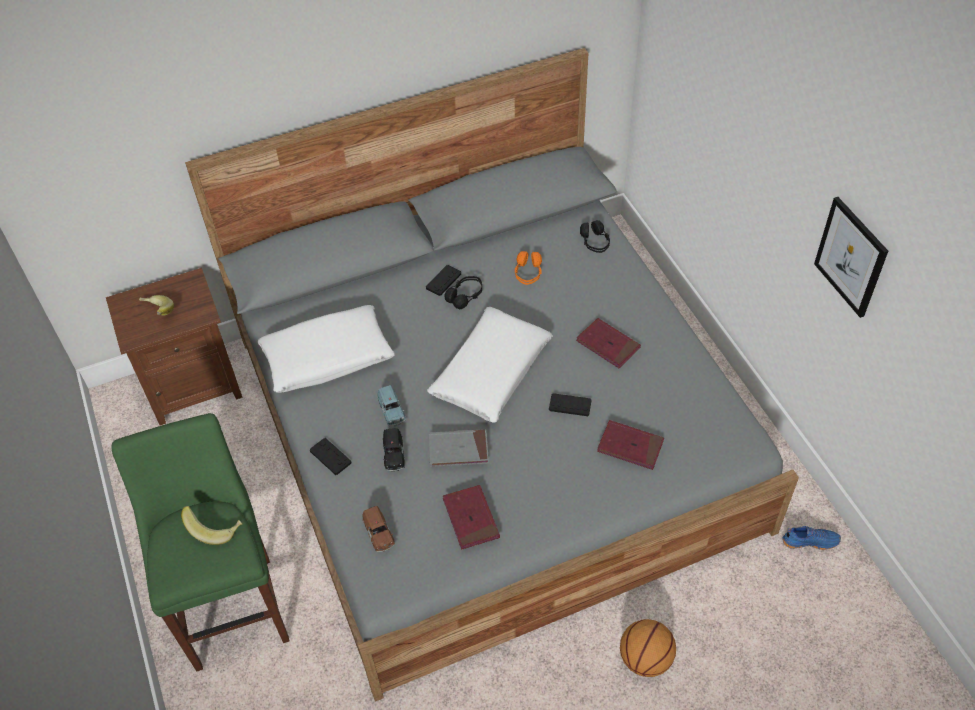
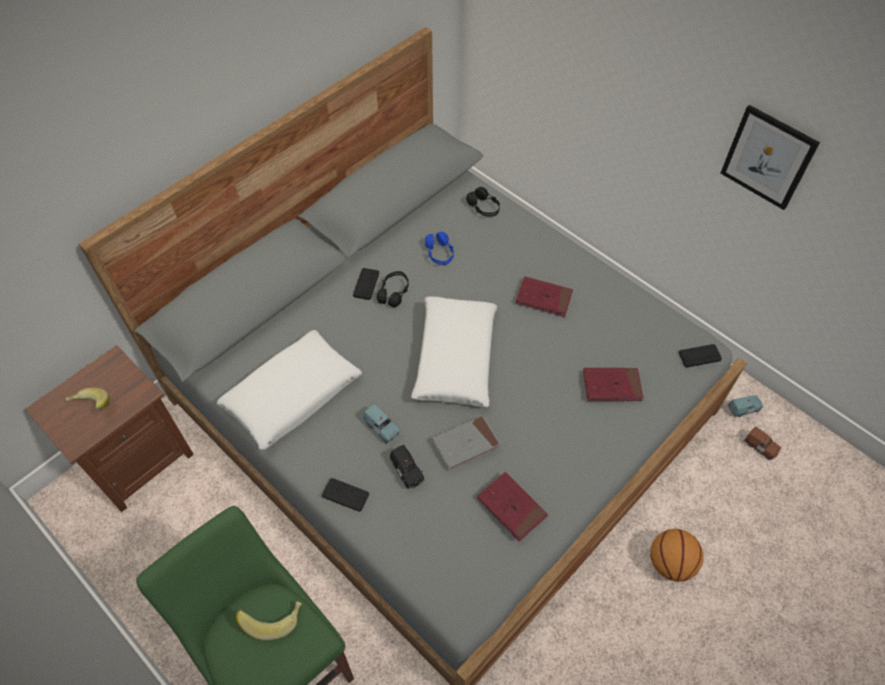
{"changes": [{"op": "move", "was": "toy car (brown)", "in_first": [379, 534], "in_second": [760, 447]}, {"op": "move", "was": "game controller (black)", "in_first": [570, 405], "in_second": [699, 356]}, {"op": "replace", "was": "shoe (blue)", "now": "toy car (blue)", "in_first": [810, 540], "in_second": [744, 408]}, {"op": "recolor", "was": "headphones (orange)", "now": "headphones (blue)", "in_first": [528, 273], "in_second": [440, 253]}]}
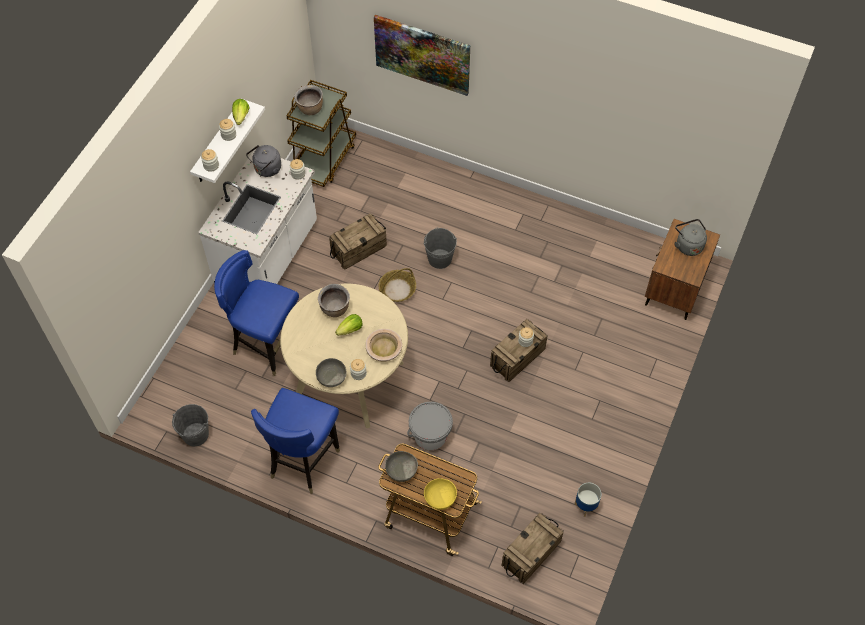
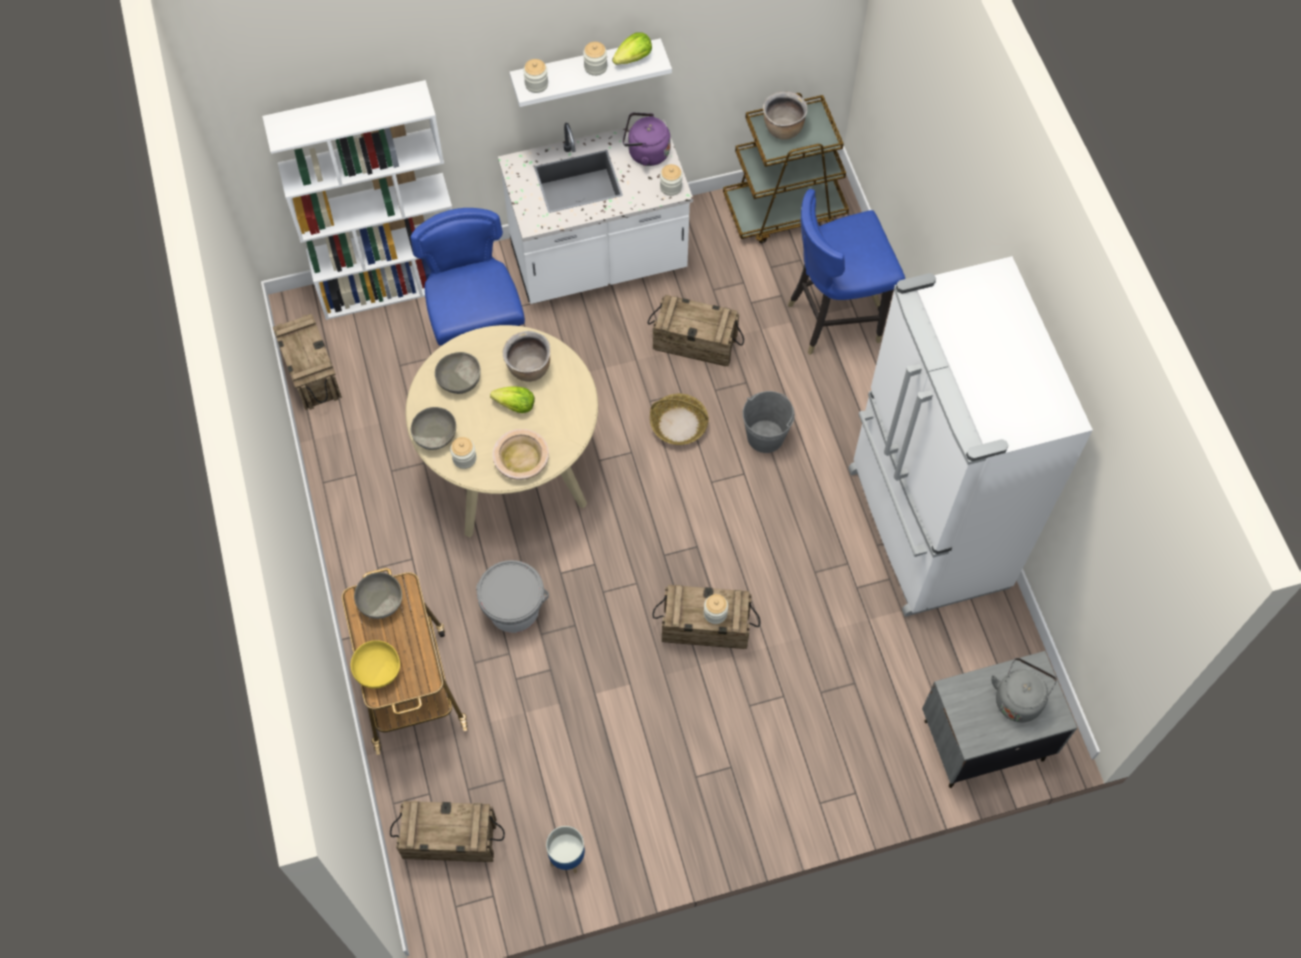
{"changes": [{"op": "delete", "was": "picture", "in_first": [422, 54]}, {"op": "insert", "now": "bookcase (white)", "in_second": [393, 286]}, {"op": "insert", "now": "bowl (grey)", "in_second": [459, 379]}, {"op": "insert", "now": "fridge (white)", "in_second": [925, 529]}, {"op": "move", "was": "chair (blue)", "in_first": [303, 461], "in_second": [834, 318]}, {"op": "replace", "was": "bucket (grey)", "now": "crate", "in_first": [195, 434], "in_second": [311, 373]}, {"op": "recolor", "was": "kettle (grey)", "now": "kettle (purple)", "in_first": [266, 169], "in_second": [646, 153]}, {"op": "recolor", "was": "nightstand (brown)", "now": "nightstand (grey)", "in_first": [673, 290], "in_second": [982, 740]}]}
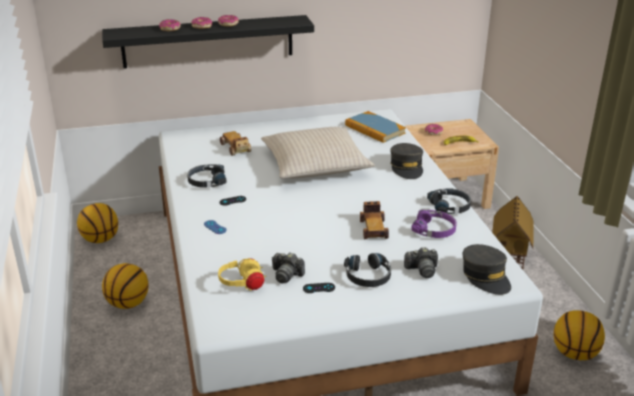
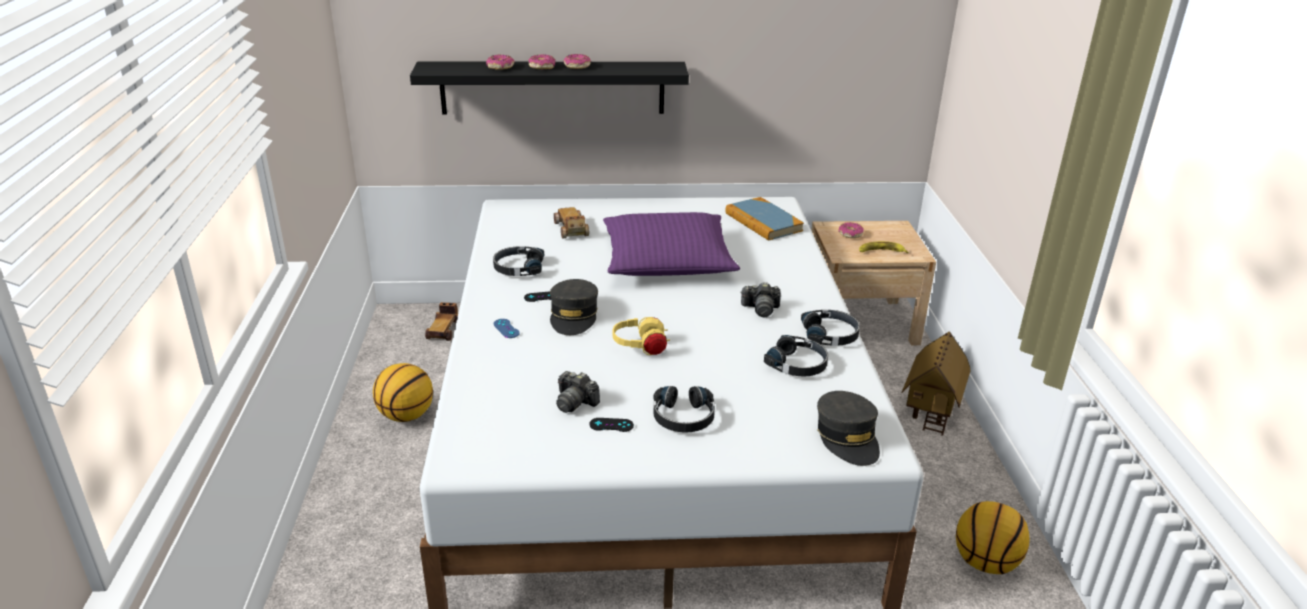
{"changes": [{"op": "delete", "was": "basketball", "in_first": [100, 239]}, {"op": "move", "was": "headphones (yellow)", "in_first": [242, 284], "in_second": [640, 348]}, {"op": "move", "was": "toy car", "in_first": [373, 229], "in_second": [444, 330]}, {"op": "move", "was": "cap (grey)", "in_first": [407, 167], "in_second": [574, 316]}, {"op": "move", "was": "photo camera", "in_first": [422, 270], "in_second": [760, 309]}, {"op": "recolor", "was": "pillow (beige)", "now": "pillow (purple)", "in_first": [315, 164], "in_second": [667, 260]}, {"op": "recolor", "was": "headphones (purple)", "now": "headphones (black)", "in_first": [434, 230], "in_second": [797, 364]}]}
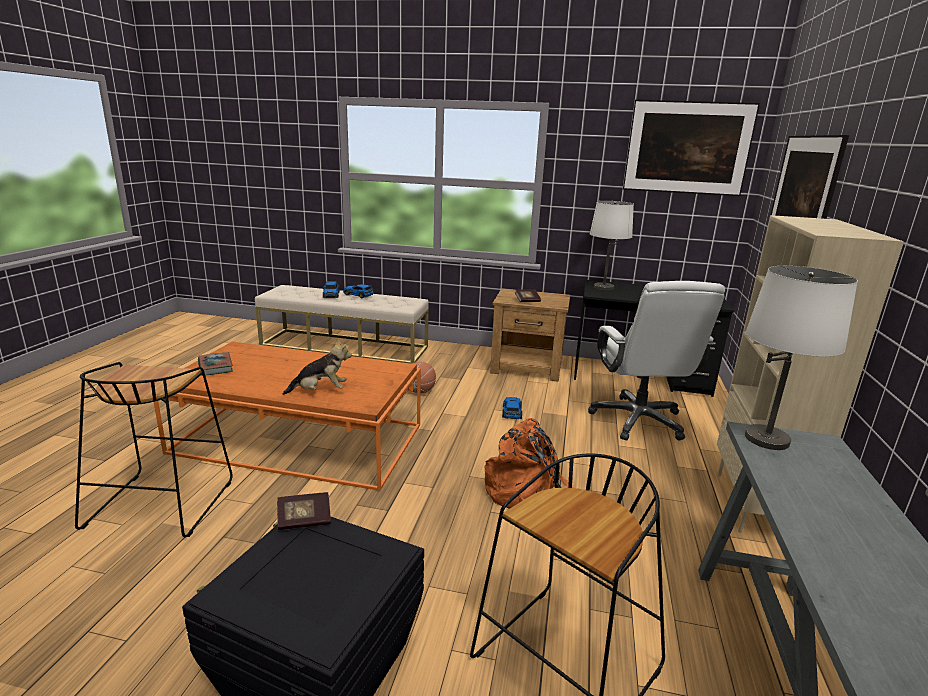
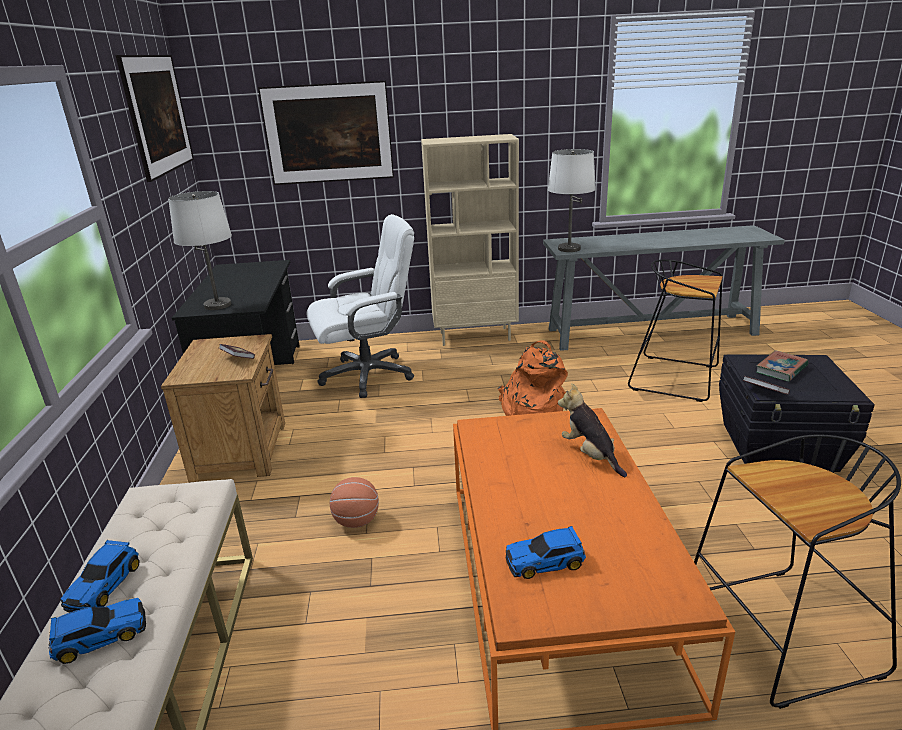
{"changes": [{"op": "move", "was": "book", "in_first": [215, 367], "in_second": [781, 369]}, {"op": "move", "was": "toy car", "in_first": [511, 412], "in_second": [546, 561]}]}
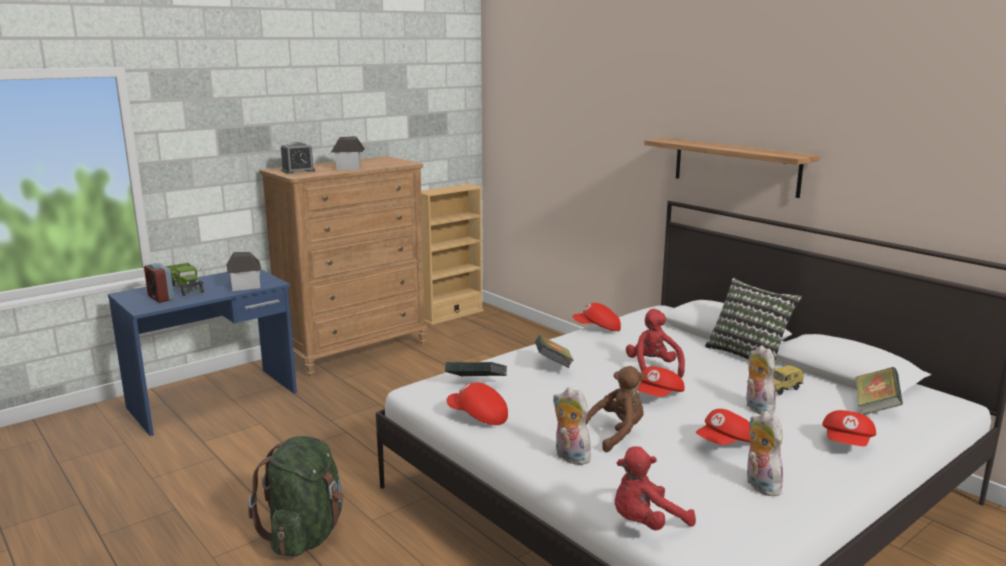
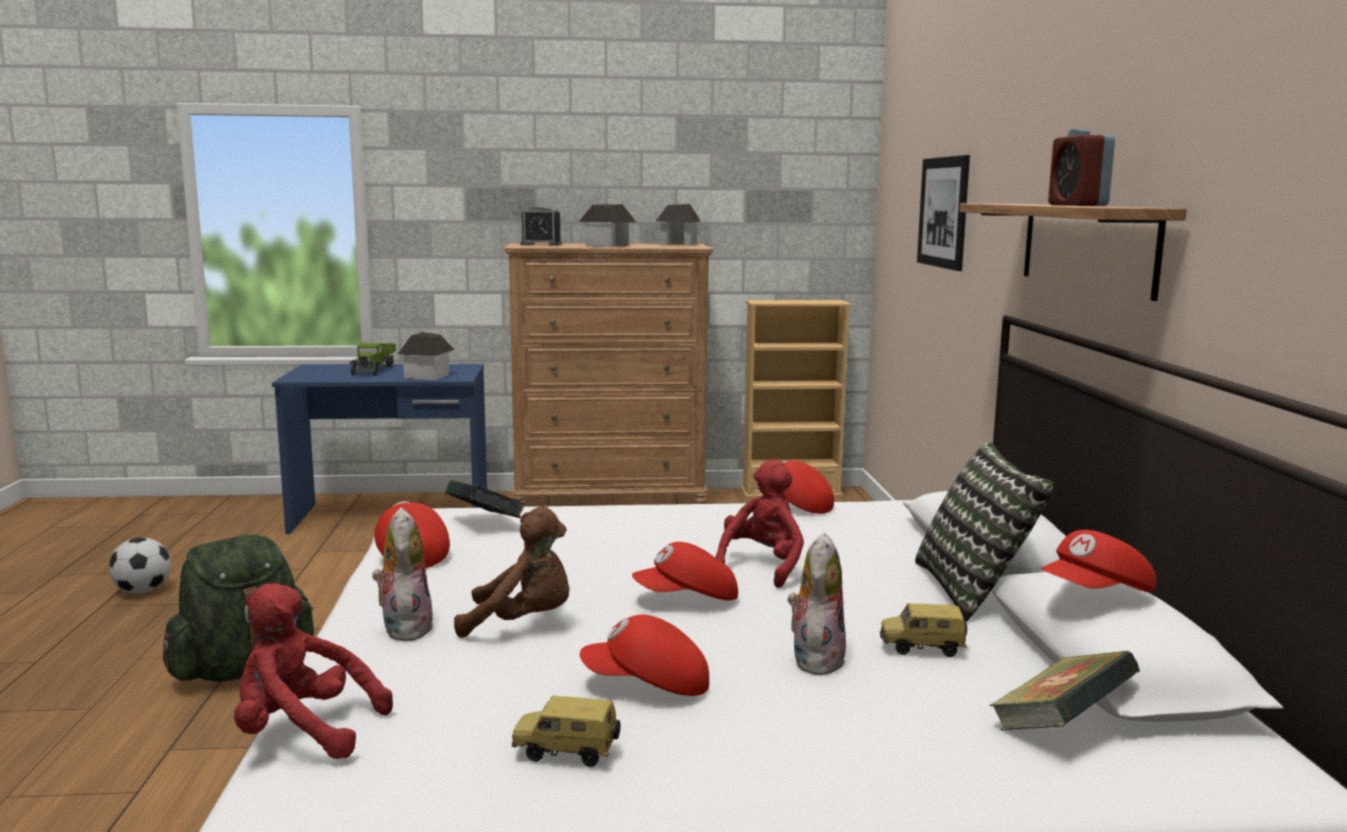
{"changes": [{"op": "delete", "was": "book", "in_first": [553, 366]}, {"op": "insert", "now": "football", "in_second": [143, 591]}, {"op": "insert", "now": "toy house", "in_second": [678, 244]}, {"op": "insert", "now": "picture", "in_second": [943, 212]}, {"op": "move", "was": "alarm clock", "in_first": [161, 298], "in_second": [1077, 205]}, {"op": "move", "was": "cap (red)", "in_first": [847, 444], "in_second": [1097, 595]}, {"op": "replace", "was": "plush toy", "now": "toy car", "in_first": [759, 485], "in_second": [565, 754]}]}
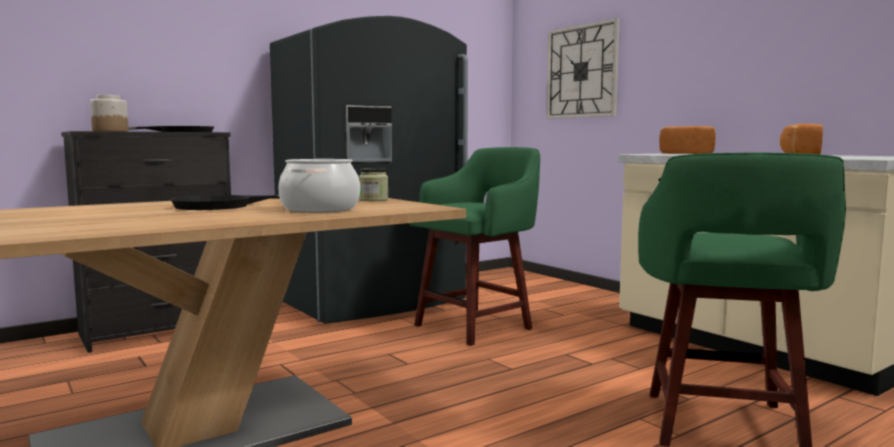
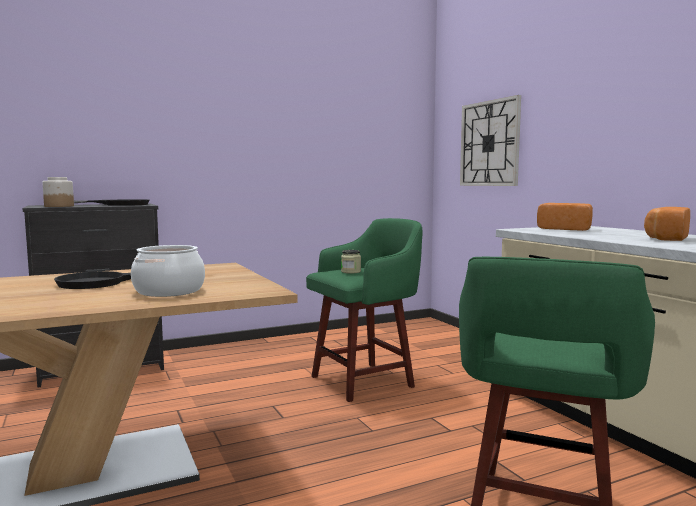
{"changes": [{"op": "delete", "was": "fridge (grey)", "in_first": [374, 302]}, {"op": "move", "was": "jar", "in_first": [373, 200], "in_second": [351, 272]}]}
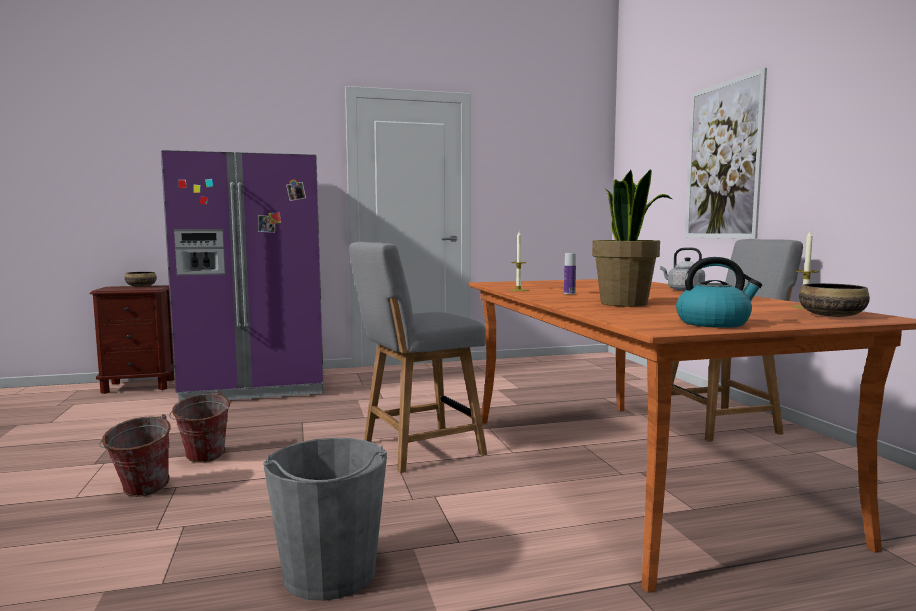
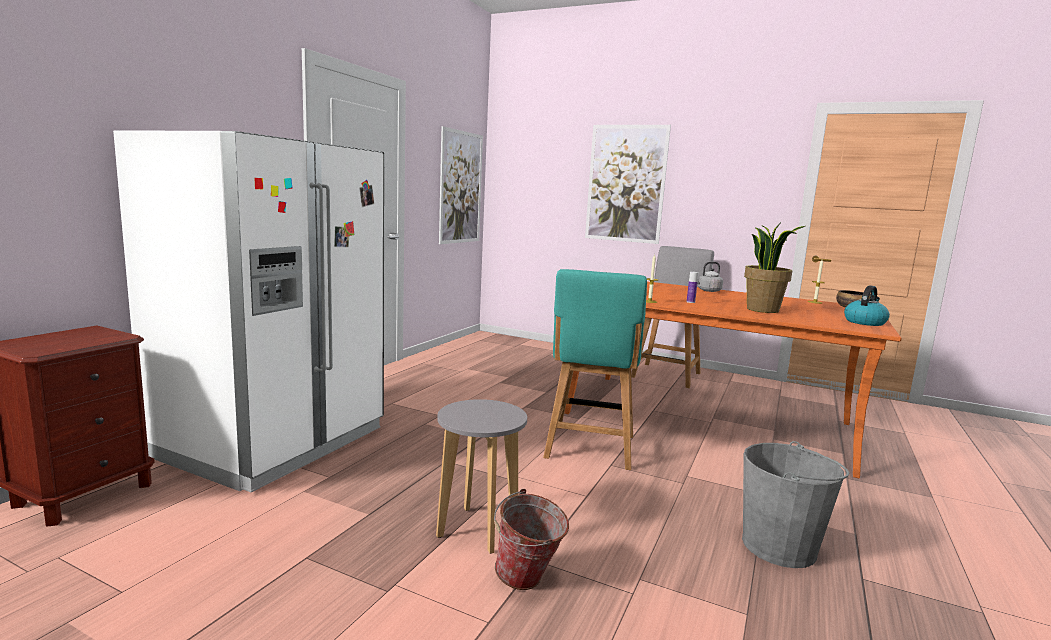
{"changes": [{"op": "delete", "was": "bowl", "in_first": [141, 286]}, {"op": "insert", "now": "picture", "in_second": [460, 187]}, {"op": "replace", "was": "bucket", "now": "stool (grey)", "in_first": [202, 459], "in_second": [477, 530]}, {"op": "recolor", "was": "fridge (purple)", "now": "fridge (white)", "in_first": [256, 386], "in_second": [272, 442]}, {"op": "recolor", "was": "chair (grey)", "now": "chair (turquoise)", "in_first": [417, 449], "in_second": [589, 449]}]}
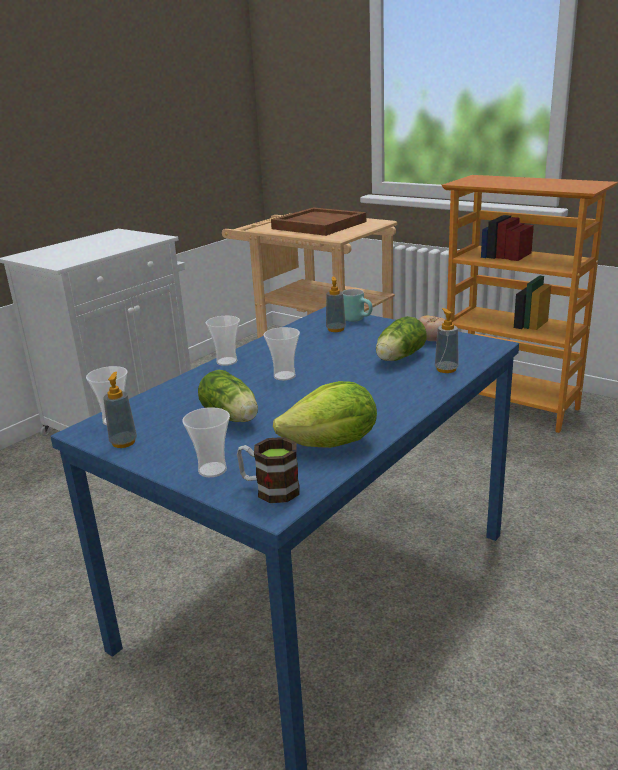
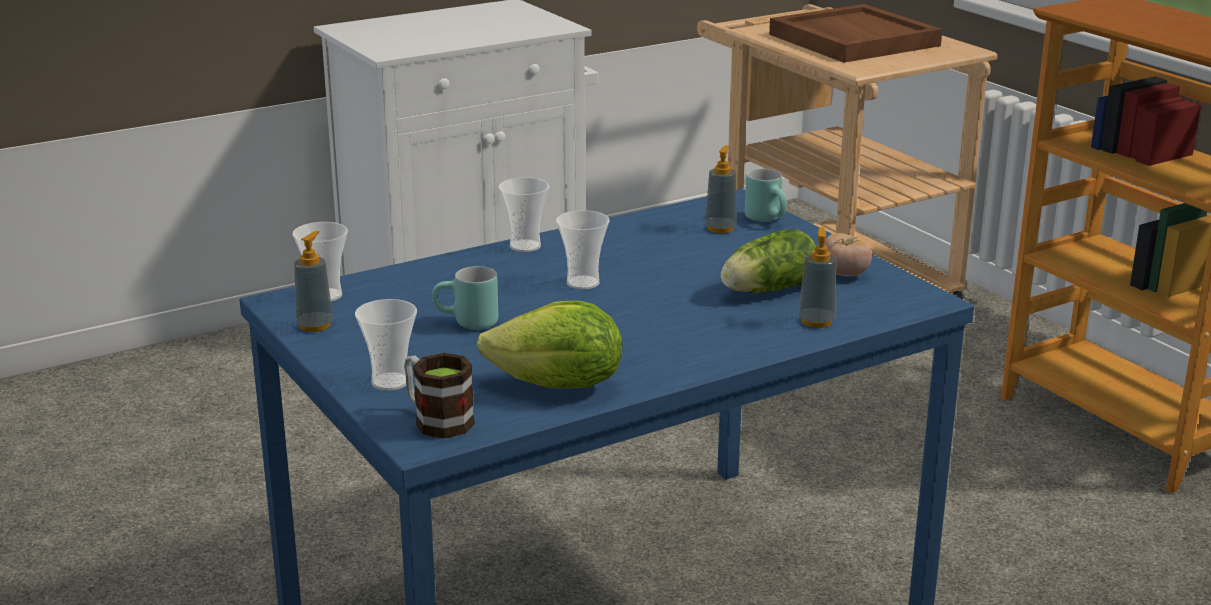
{"changes": [{"op": "replace", "was": "lettuce", "now": "mug (turquoise)", "in_first": [232, 418], "in_second": [467, 324]}]}
